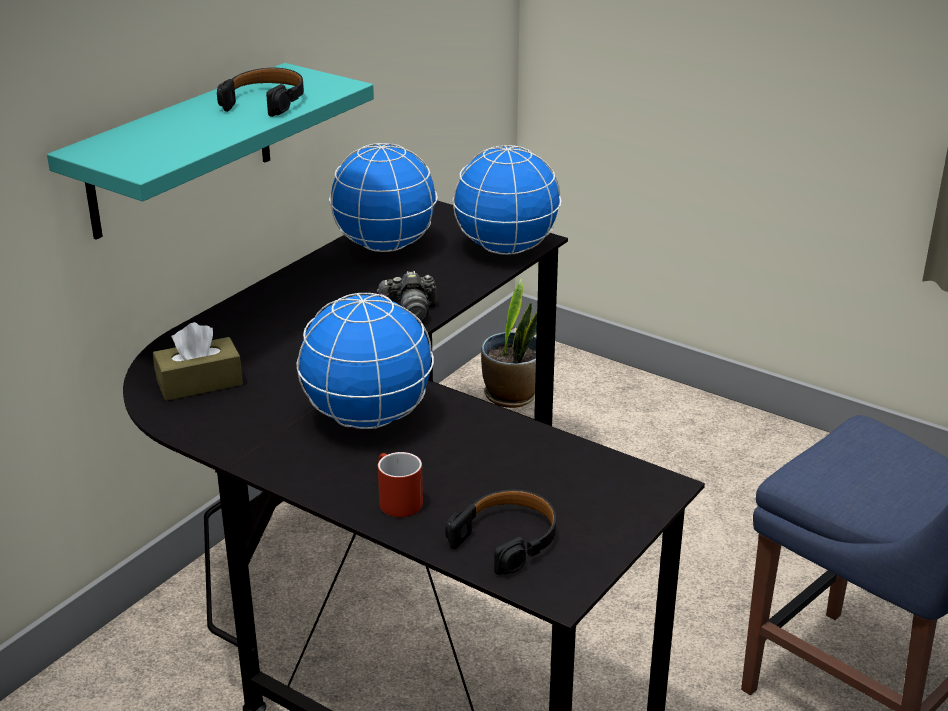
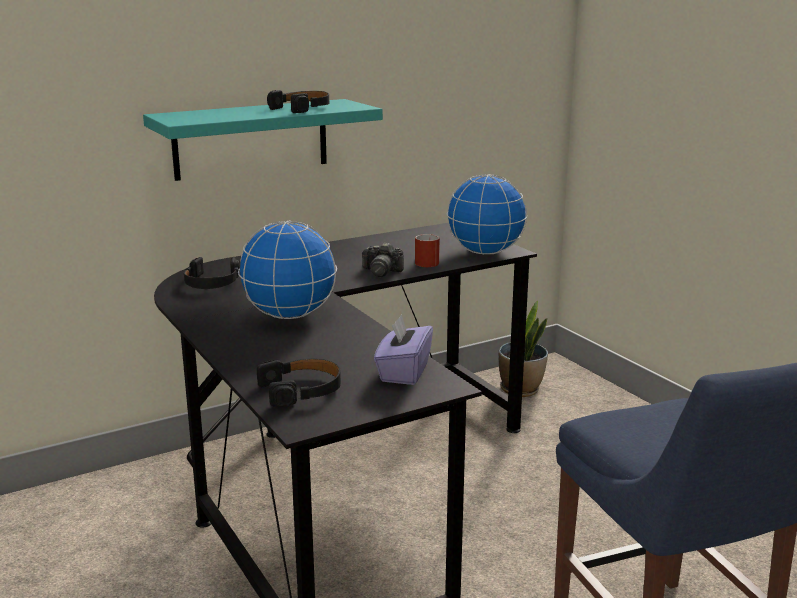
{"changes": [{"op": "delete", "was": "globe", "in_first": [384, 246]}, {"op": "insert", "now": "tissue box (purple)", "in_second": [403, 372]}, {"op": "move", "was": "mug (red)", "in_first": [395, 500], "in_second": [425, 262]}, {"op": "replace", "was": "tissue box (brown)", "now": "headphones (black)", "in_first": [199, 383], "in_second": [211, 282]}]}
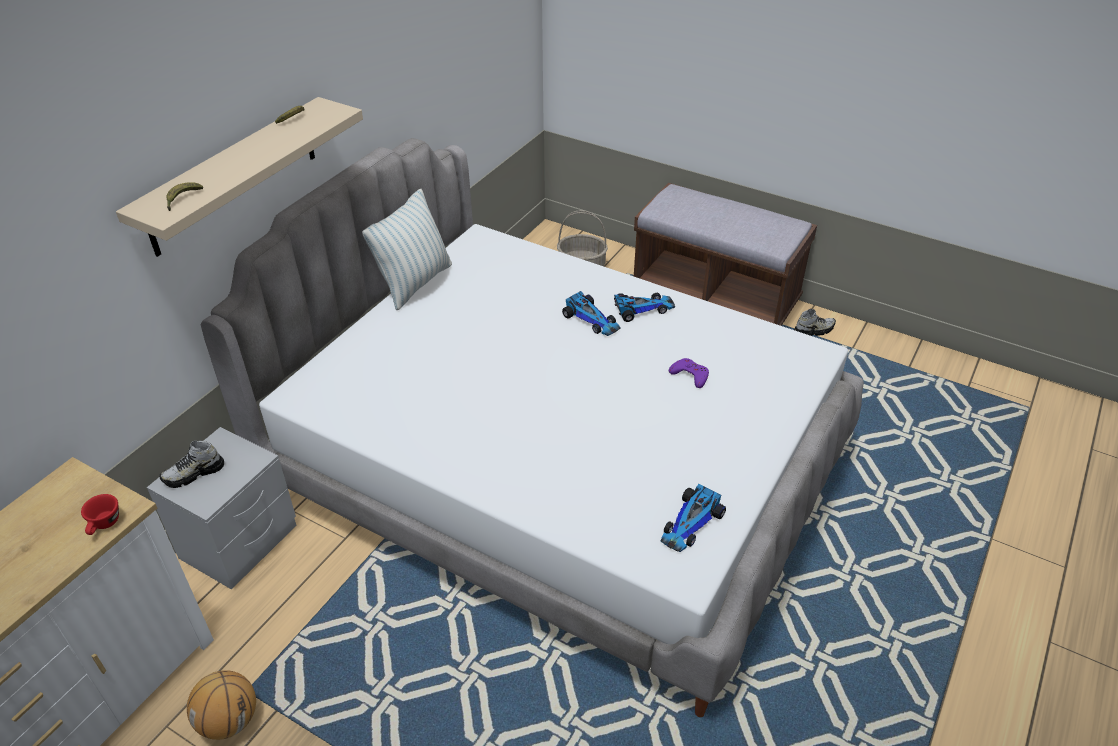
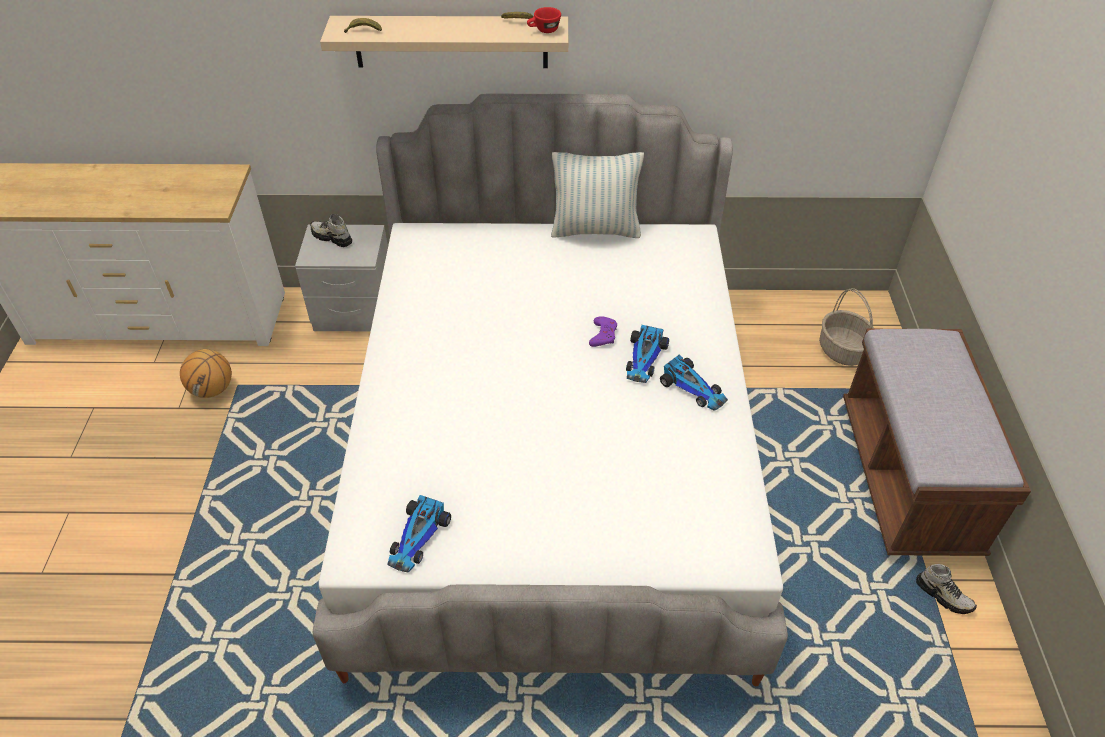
{"changes": [{"op": "move", "was": "cup (red)", "in_first": [104, 525], "in_second": [544, 30]}, {"op": "move", "was": "game controller (purple)", "in_first": [690, 375], "in_second": [603, 335]}, {"op": "rotate", "was": "toy car", "in_first": [691, 523], "in_second": [418, 537], "clockwise": -75}]}
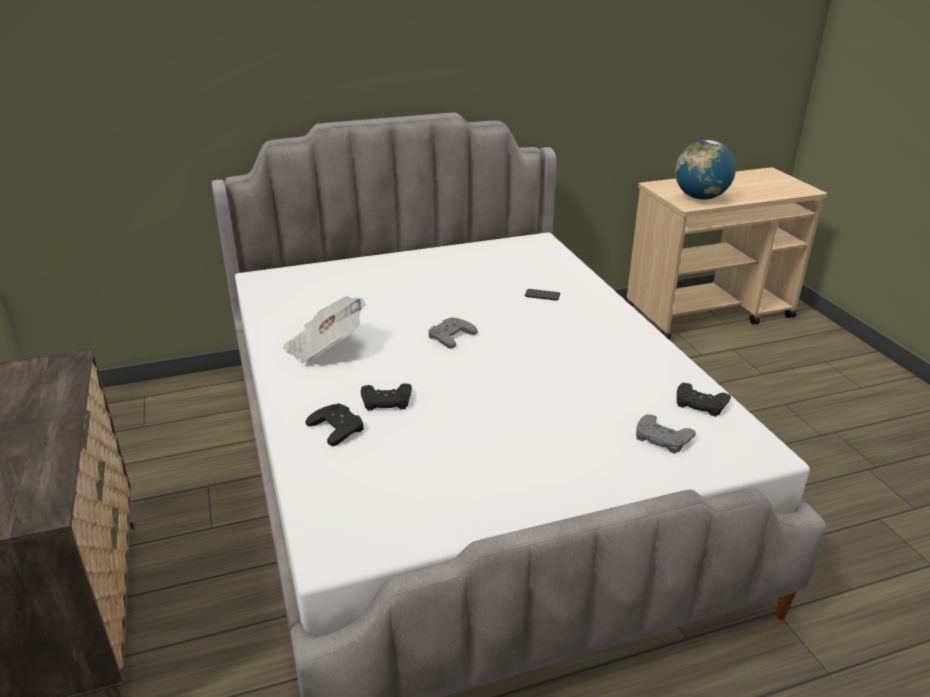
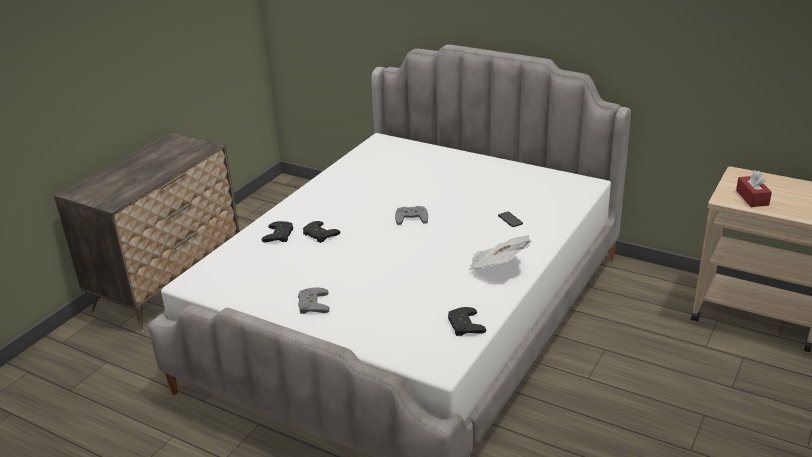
{"changes": [{"op": "move", "was": "newspaper", "in_first": [325, 348], "in_second": [498, 267]}, {"op": "move", "was": "game controller (grey)", "in_first": [661, 439], "in_second": [311, 304]}, {"op": "replace", "was": "globe", "now": "tissue box (red)", "in_first": [700, 198], "in_second": [752, 198]}]}
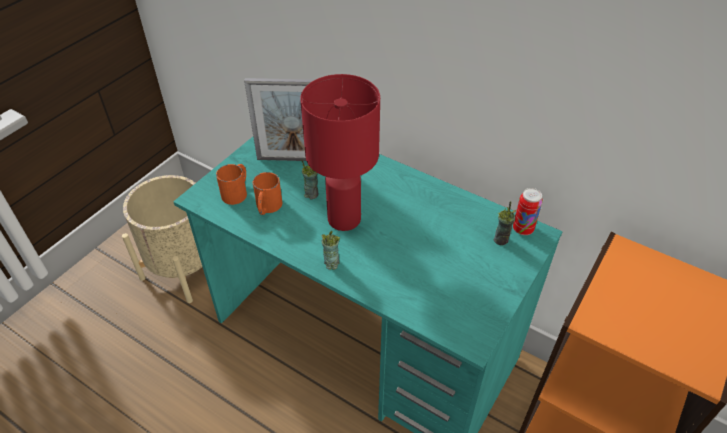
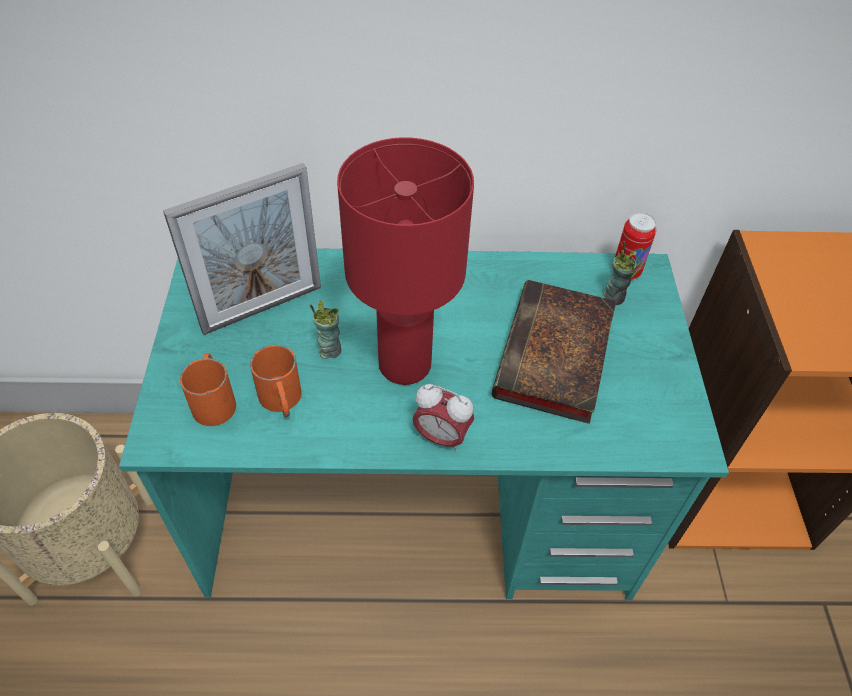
{"changes": [{"op": "insert", "now": "book", "in_second": [555, 359]}, {"op": "replace", "was": "cup", "now": "alarm clock", "in_first": [331, 263], "in_second": [441, 437]}]}
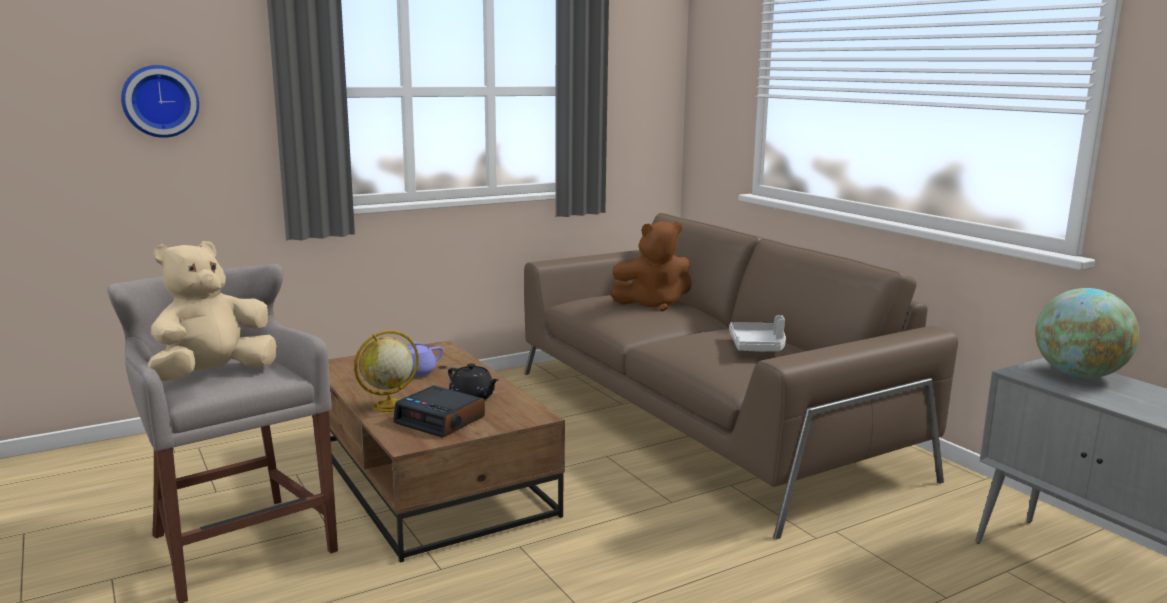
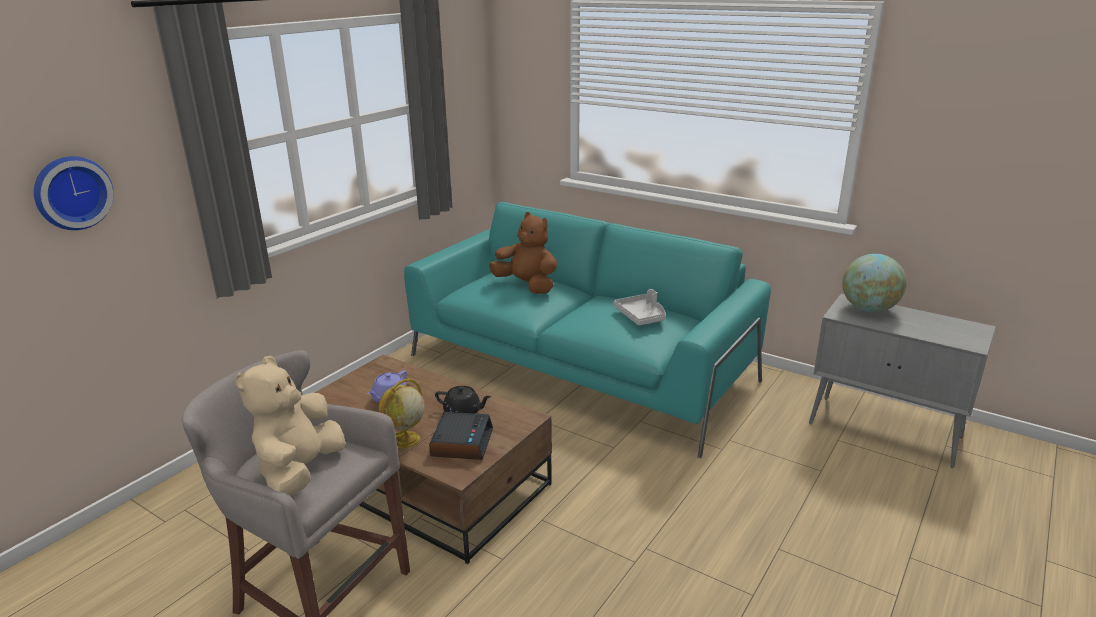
{"changes": [{"op": "recolor", "was": "sofa (brown)", "now": "sofa (turquoise)", "in_first": [704, 420], "in_second": [580, 368]}, {"op": "rotate", "was": "alarm clock", "in_first": [441, 420], "in_second": [461, 442], "clockwise": -90}, {"op": "rotate", "was": "plush toy (brown)", "in_first": [653, 304], "in_second": [527, 286], "clockwise": -105}]}
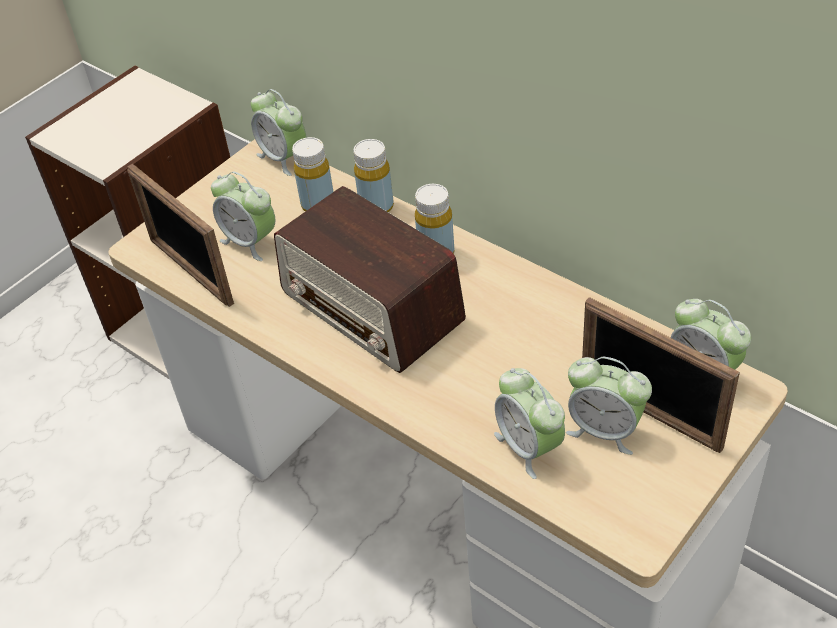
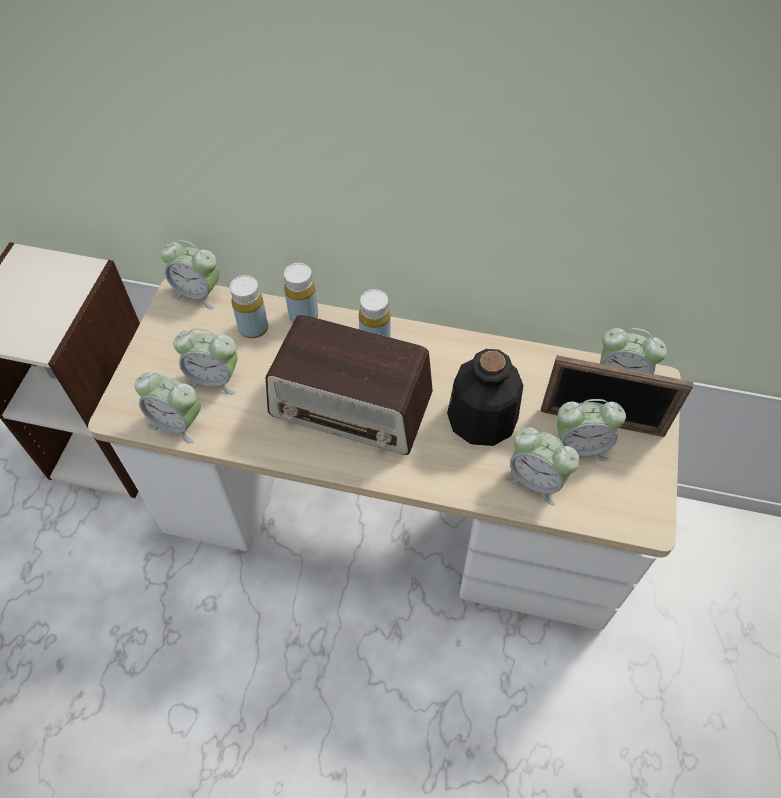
{"changes": [{"op": "insert", "now": "bottle", "in_second": [482, 418]}, {"op": "replace", "was": "picture frame", "now": "alarm clock", "in_first": [190, 271], "in_second": [177, 423]}]}
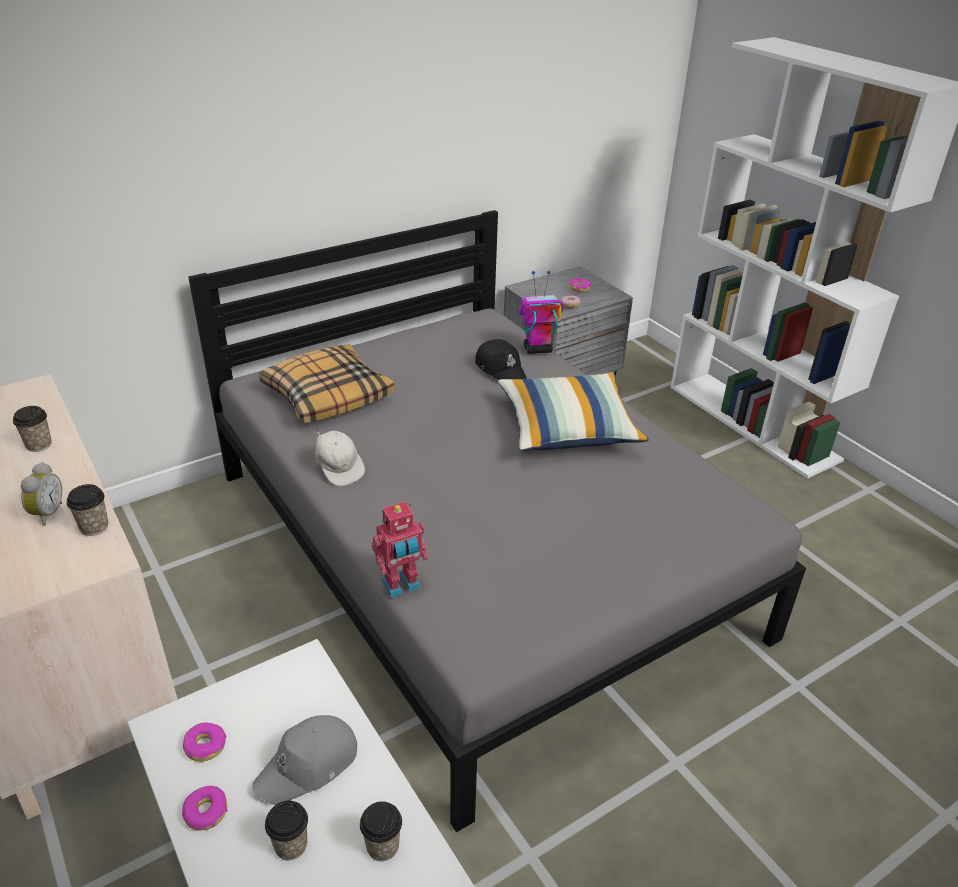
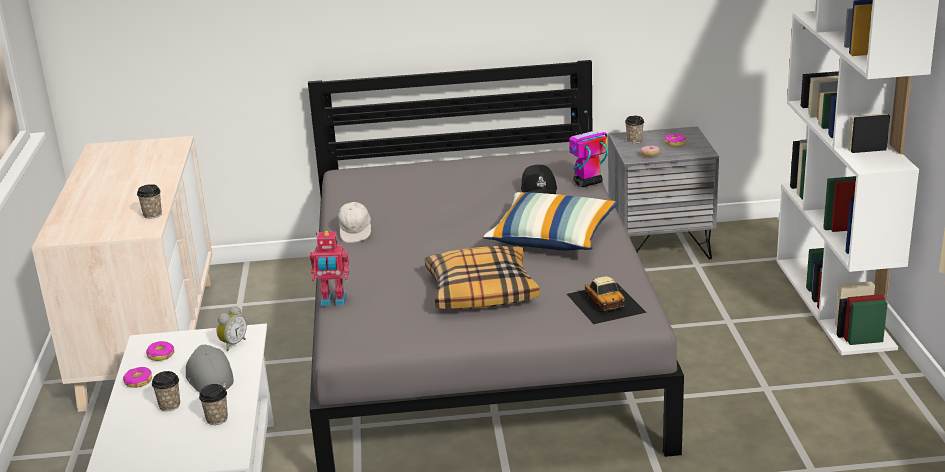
{"changes": [{"op": "insert", "now": "toy car", "in_second": [605, 302]}, {"op": "move", "was": "cup", "in_first": [39, 445], "in_second": [634, 141]}, {"op": "move", "was": "alarm clock", "in_first": [46, 514], "in_second": [232, 344]}, {"op": "move", "was": "pillow", "in_first": [327, 395], "in_second": [481, 290]}, {"op": "rotate", "was": "cap (grey)", "in_first": [309, 765], "in_second": [208, 377], "clockwise": 75}, {"op": "rotate", "was": "toy robot", "in_first": [537, 349], "in_second": [587, 183], "clockwise": -45}]}
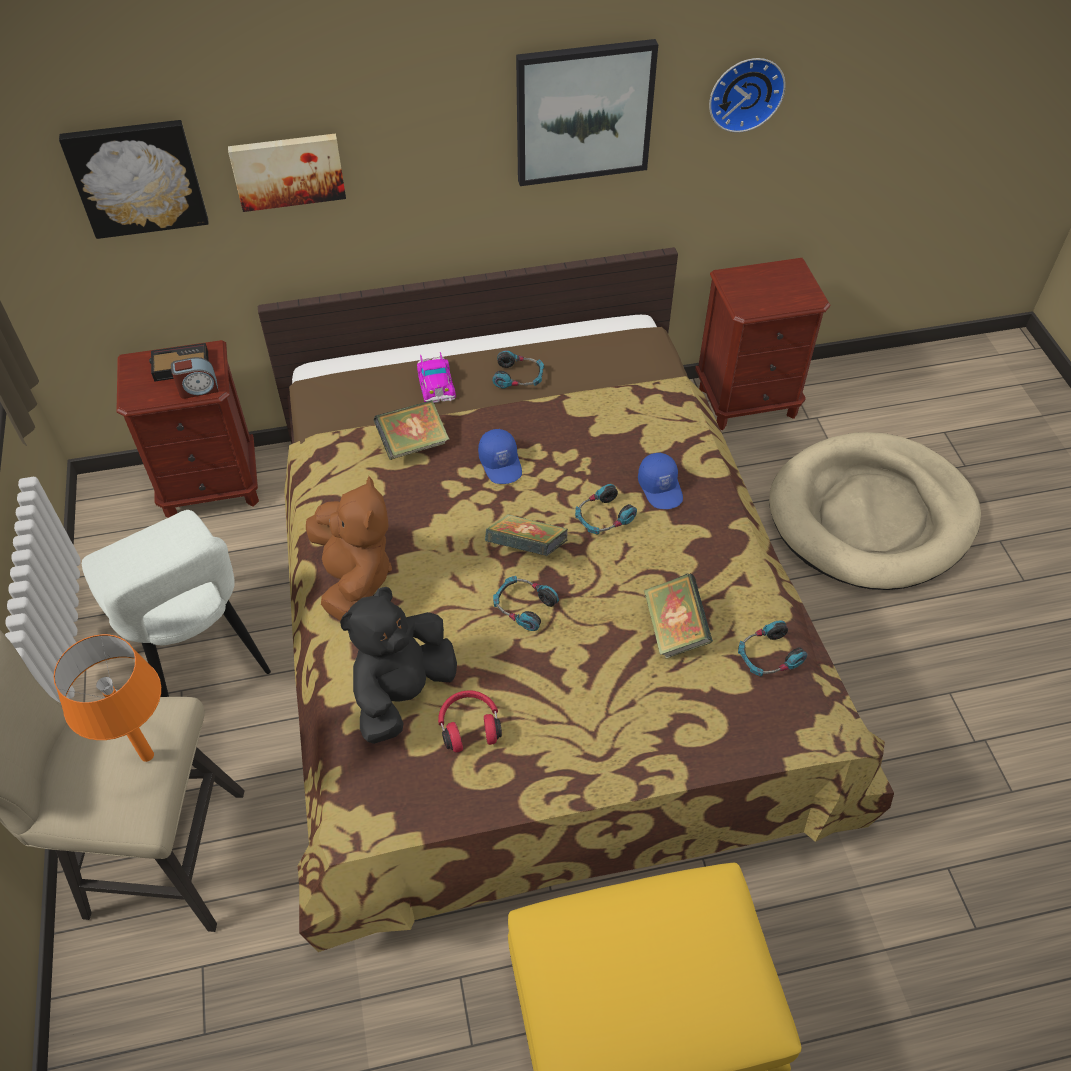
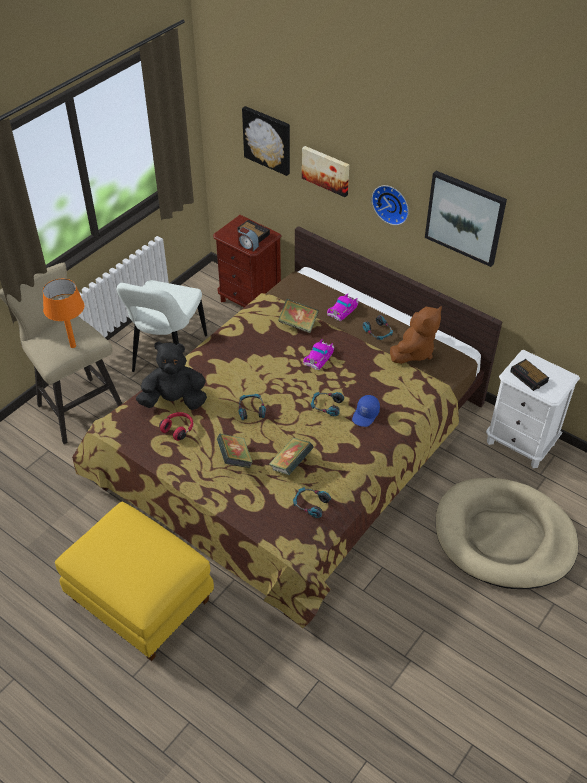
{"changes": [{"op": "insert", "now": "alarm clock", "in_second": [529, 377]}, {"op": "move", "was": "plush toy (brown)", "in_first": [354, 578], "in_second": [414, 352]}, {"op": "move", "was": "book", "in_first": [526, 549], "in_second": [235, 459]}, {"op": "move", "was": "wall clock", "in_first": [745, 92], "in_second": [392, 203]}, {"op": "replace", "was": "cap (blue)", "now": "toy car", "in_first": [501, 463], "in_second": [319, 356]}, {"op": "recolor", "was": "nightstand (brown)", "now": "nightstand (white)", "in_first": [747, 401], "in_second": [520, 443]}]}
